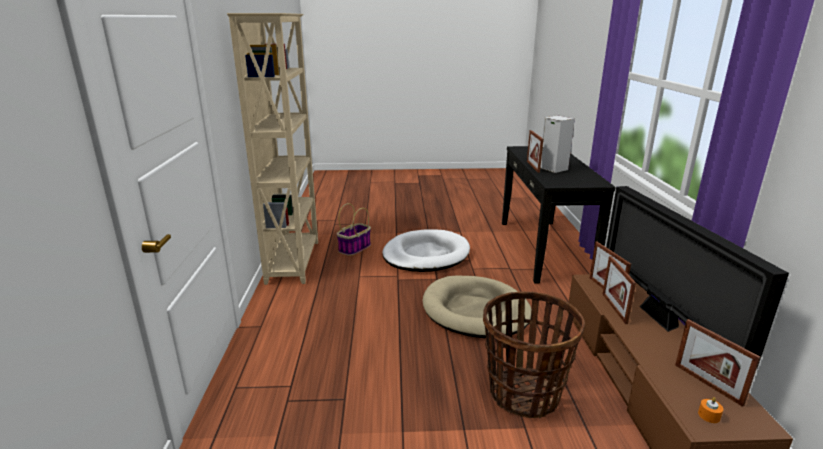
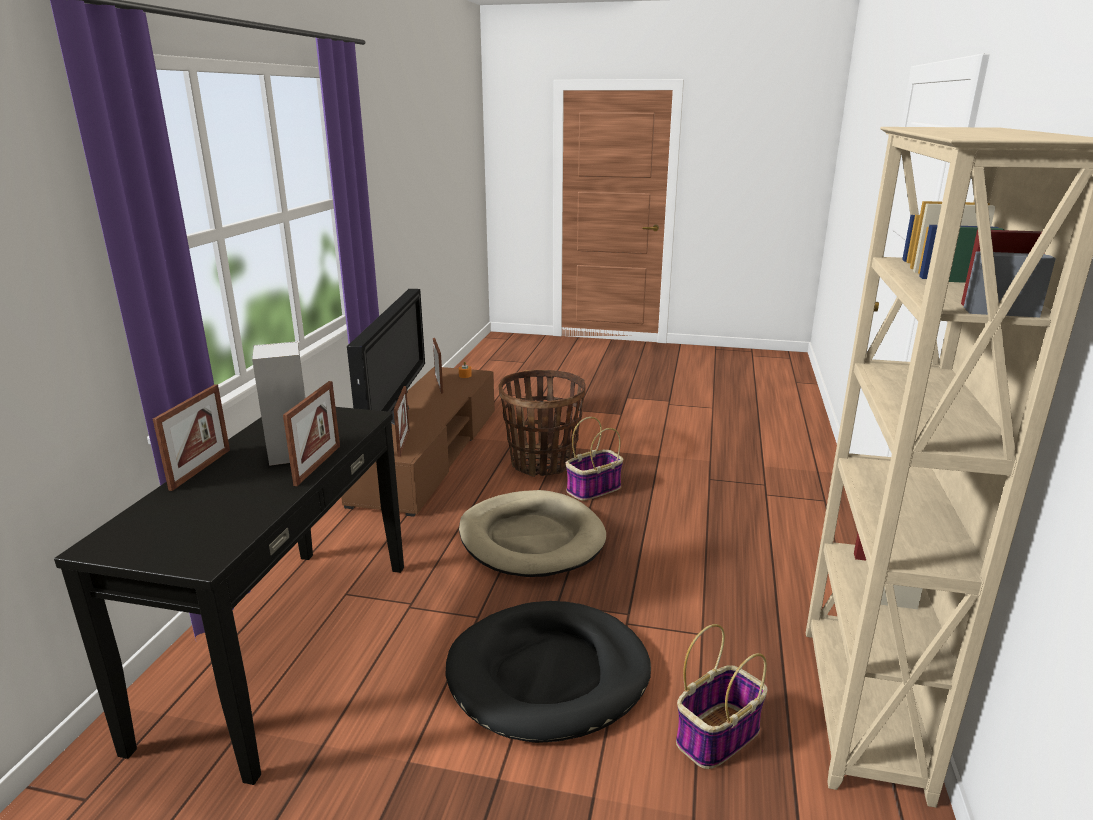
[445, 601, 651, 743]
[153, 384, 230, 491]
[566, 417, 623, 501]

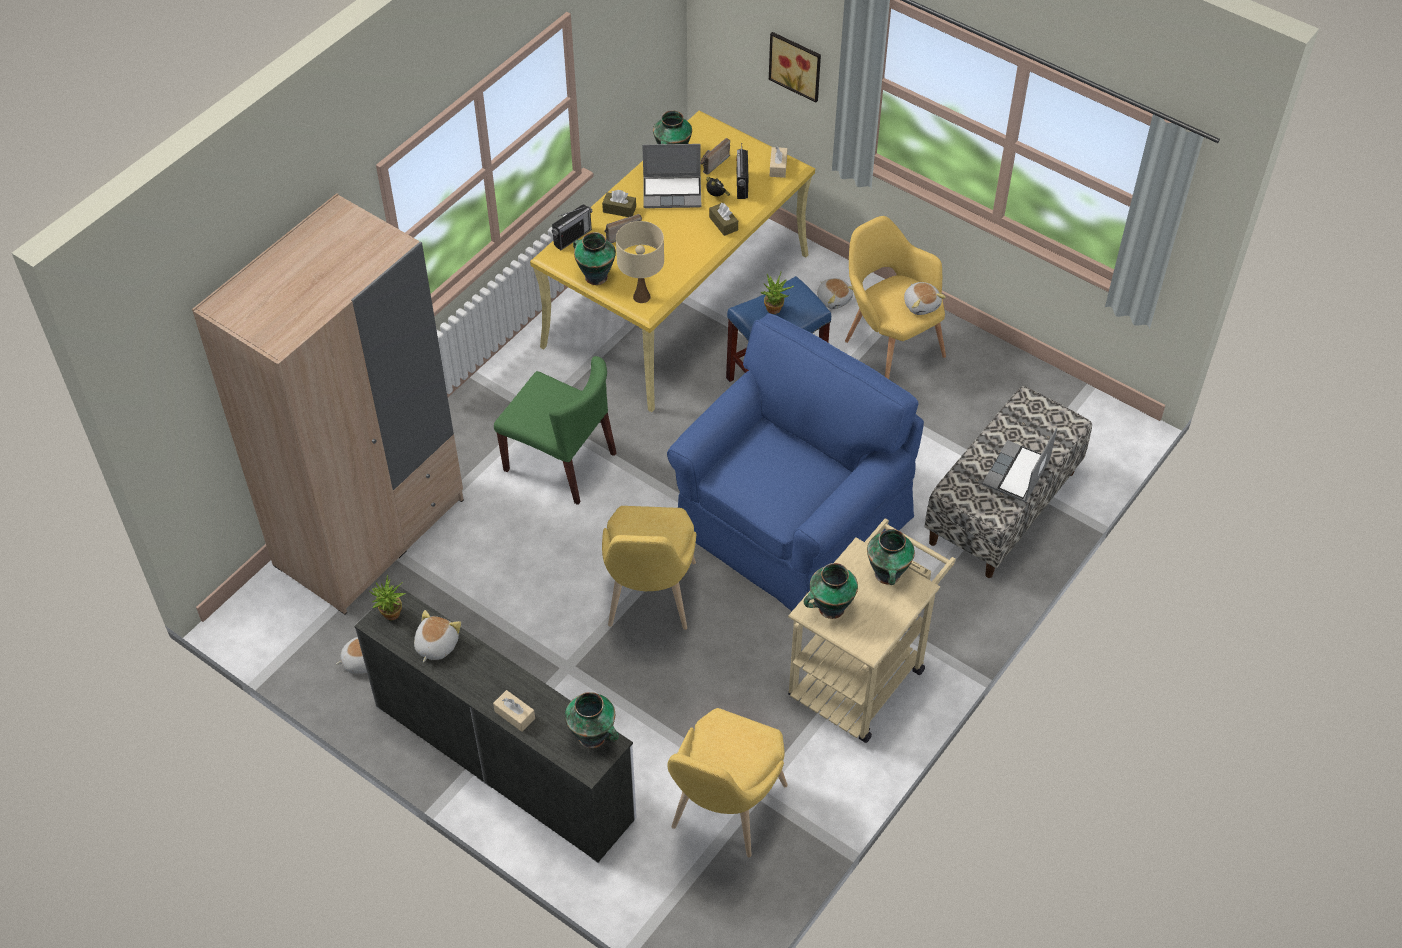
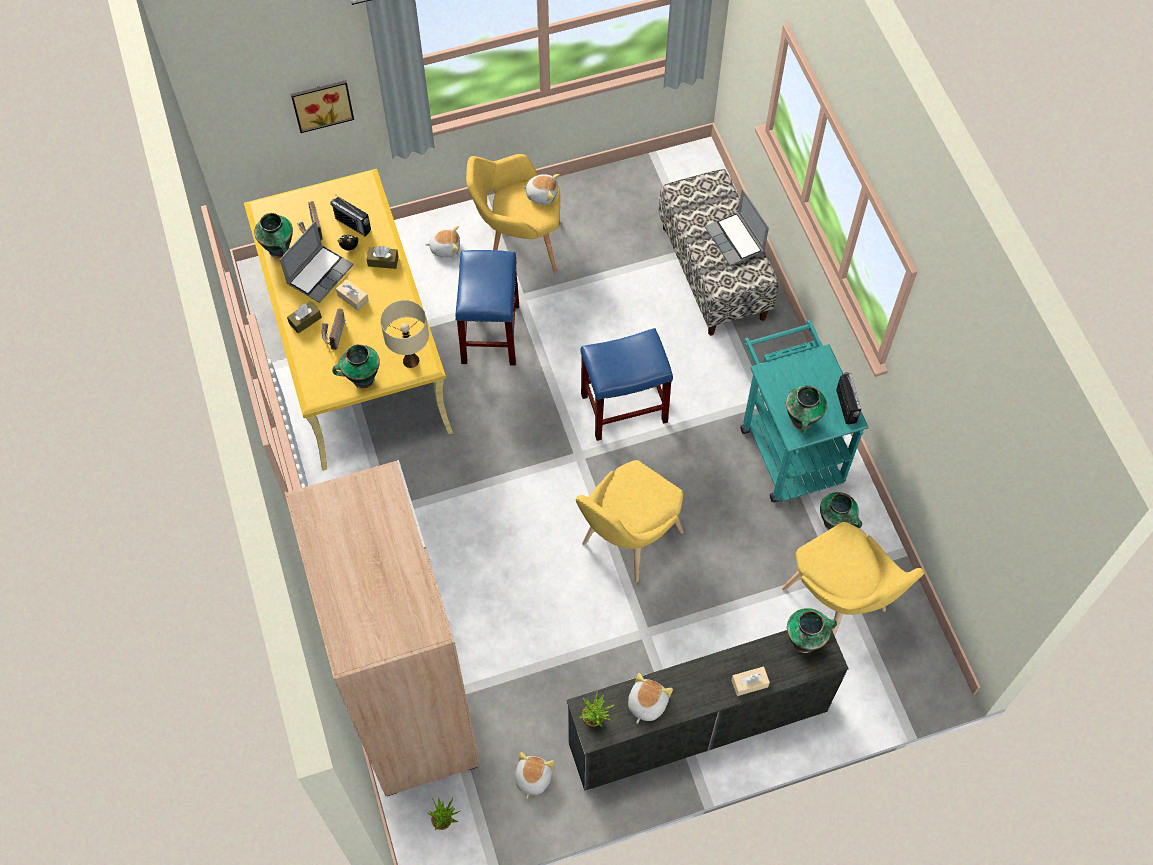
[336, 279, 369, 311]
[836, 372, 861, 424]
[427, 798, 460, 830]
[581, 328, 673, 441]
[494, 356, 616, 505] (first image)
[576, 460, 684, 583]
[740, 320, 869, 503]
[820, 492, 862, 530]
[628, 673, 673, 724]

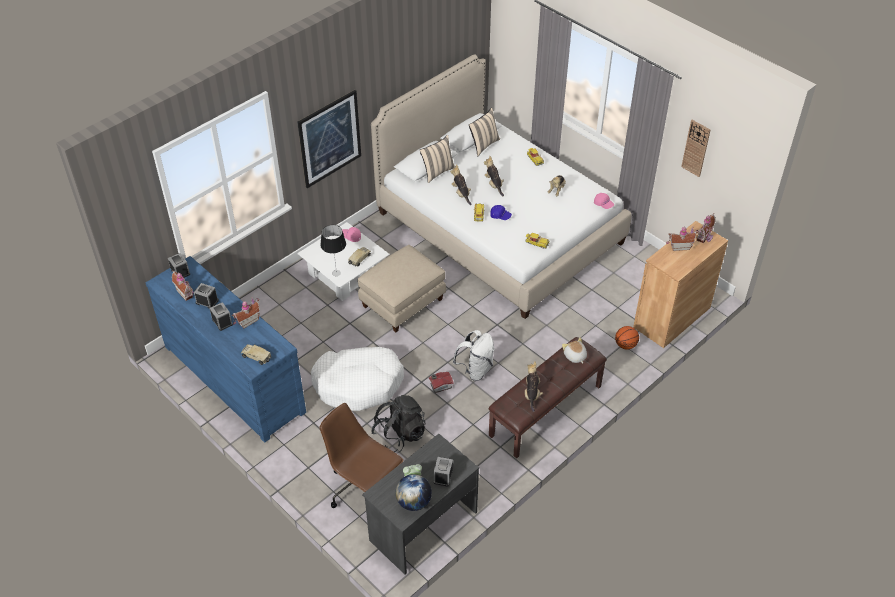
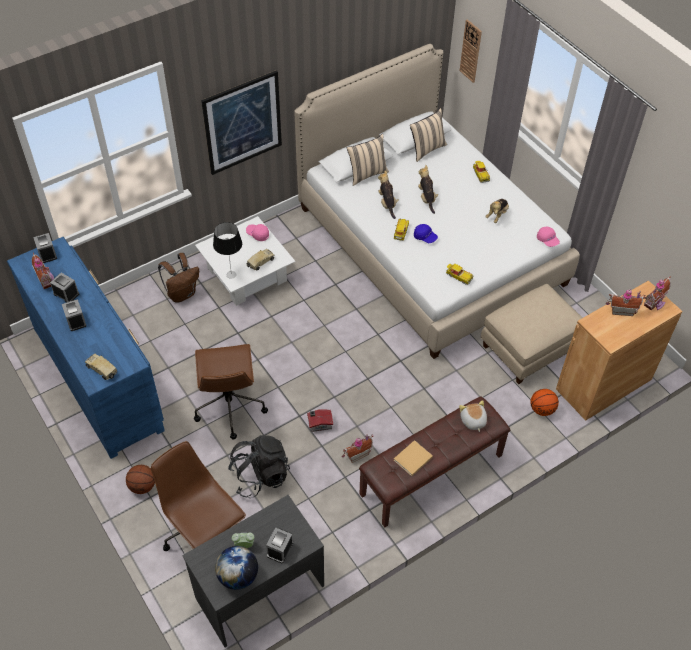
[459, 19, 482, 83]
[481, 284, 583, 384]
[341, 434, 373, 463]
[453, 330, 494, 381] (first image)
[194, 344, 268, 440]
[394, 440, 433, 476]
[158, 253, 199, 303]
[126, 465, 155, 494]

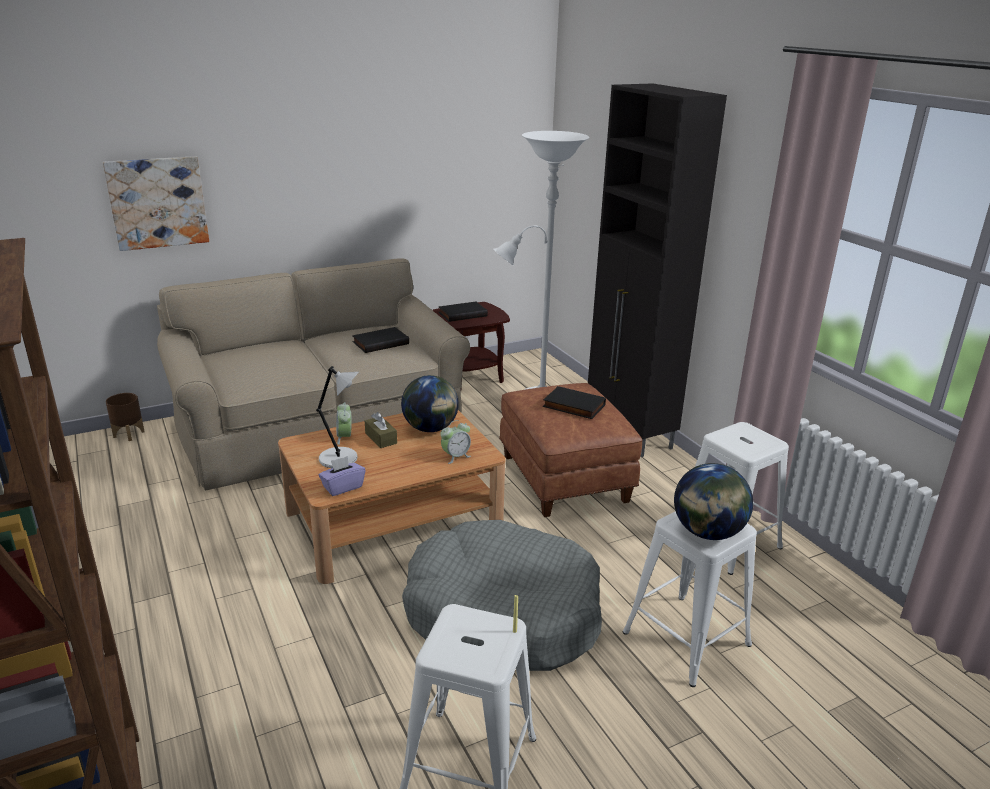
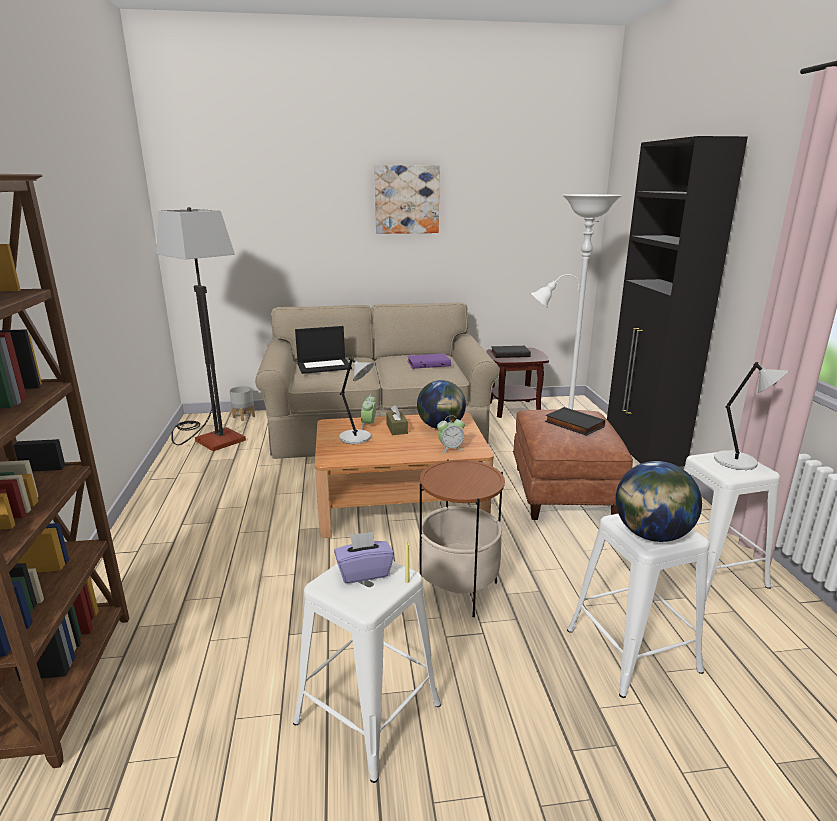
[374, 165, 440, 234]
[407, 353, 451, 369]
[229, 386, 255, 421]
[334, 531, 394, 583]
[418, 459, 505, 617]
[156, 207, 246, 451]
[295, 326, 352, 374]
[714, 362, 788, 470]

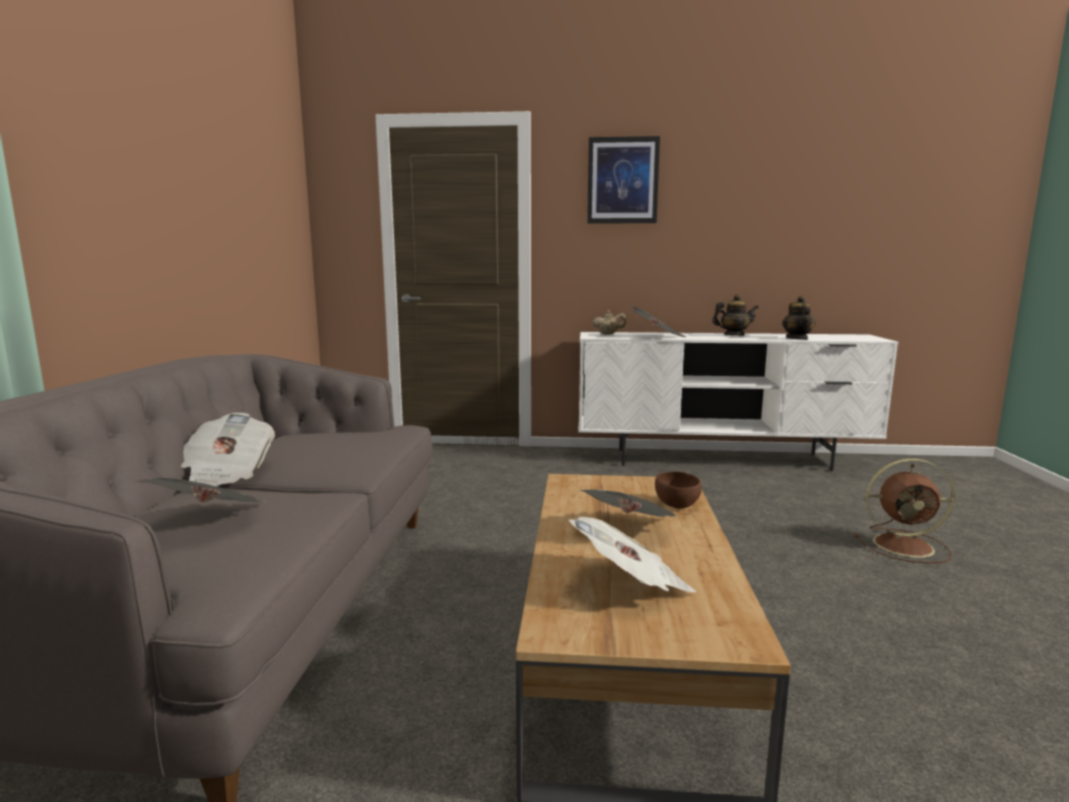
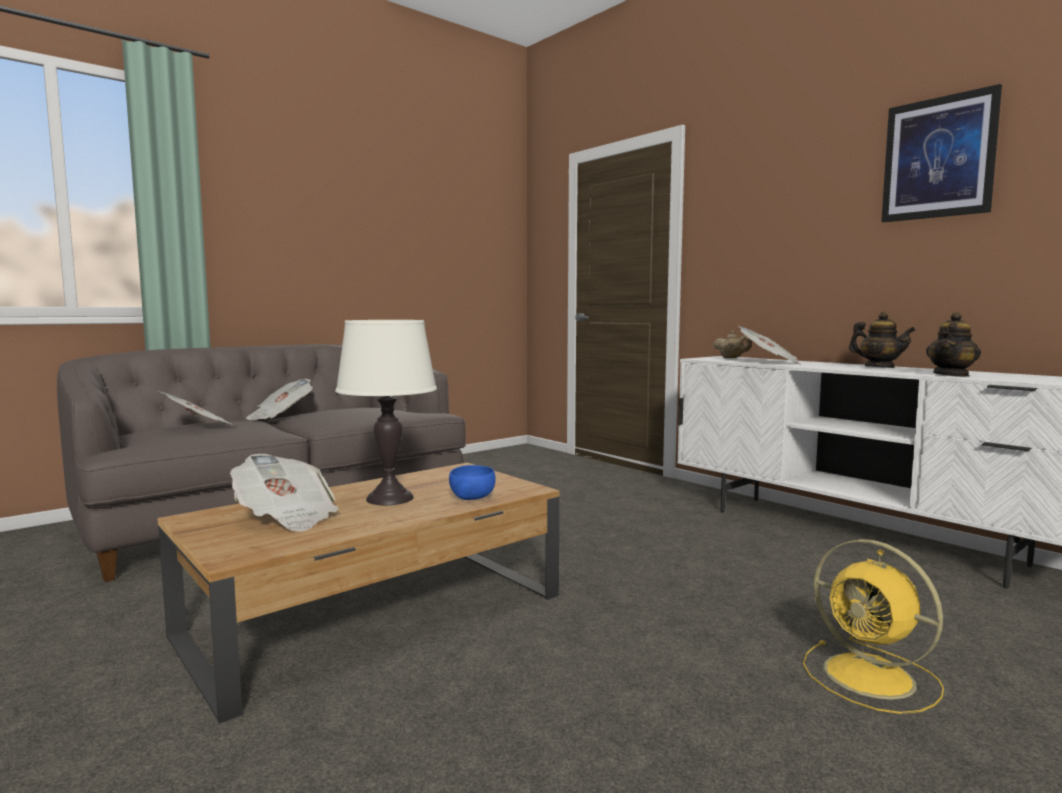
[881, 84, 1002, 222]
[803, 539, 944, 714]
[449, 465, 495, 500]
[335, 320, 437, 505]

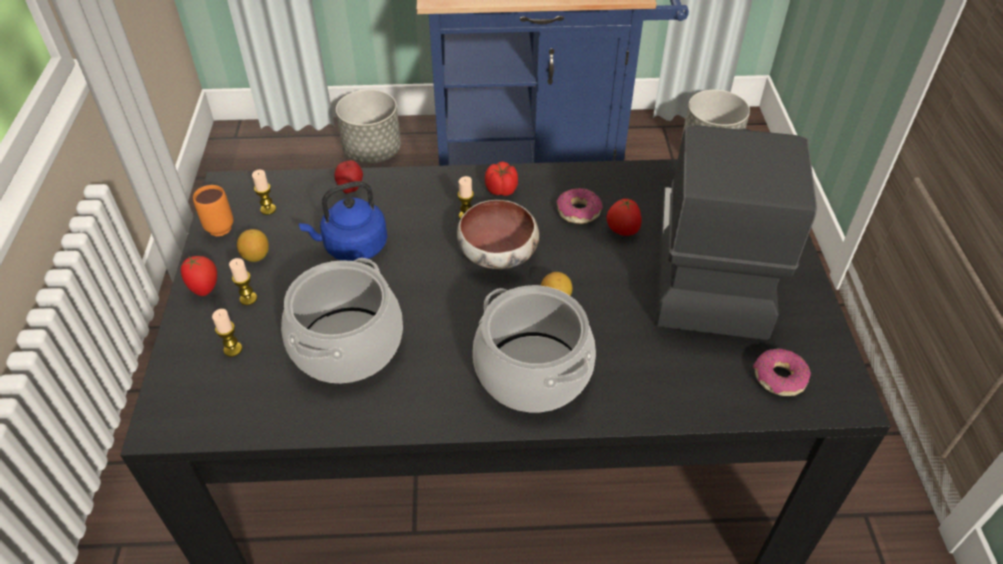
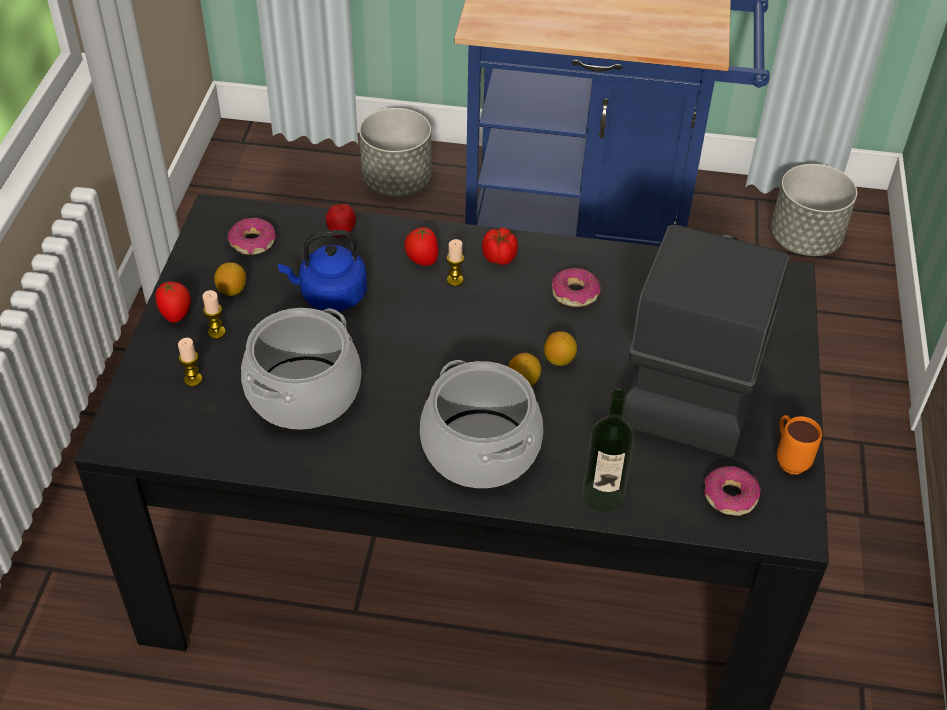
[228, 217, 276, 255]
[777, 415, 822, 474]
[404, 227, 438, 266]
[457, 200, 539, 269] (first image)
[544, 331, 577, 366]
[582, 389, 634, 512]

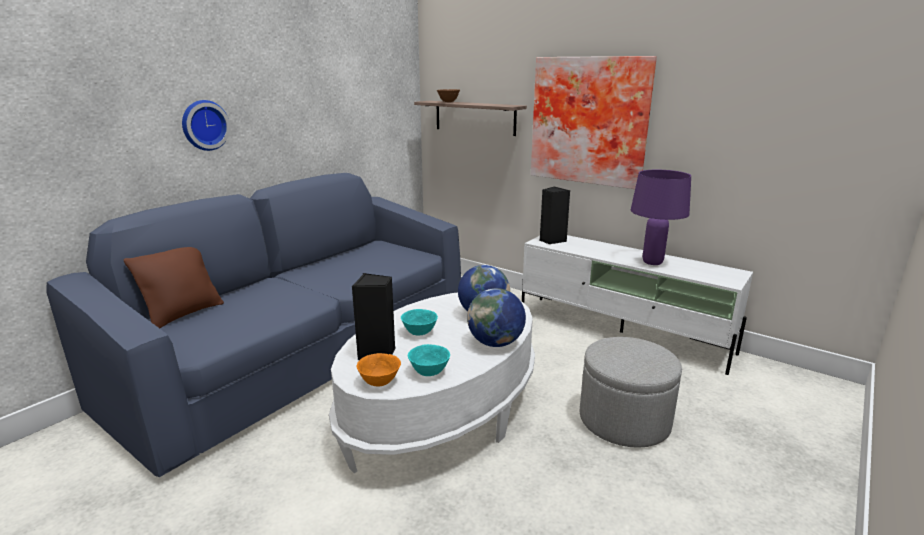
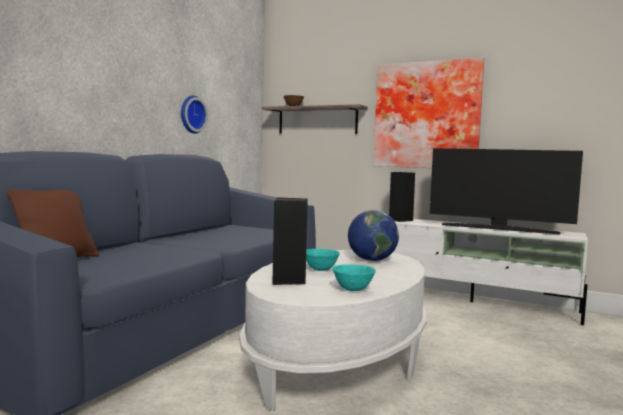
[181, 95, 208, 134]
[430, 148, 583, 234]
[467, 288, 526, 347] (first image)
[580, 337, 682, 448] (first image)
[357, 353, 401, 387] (first image)

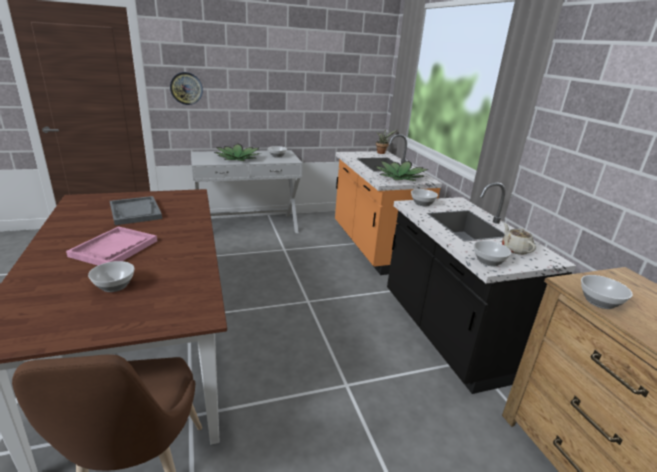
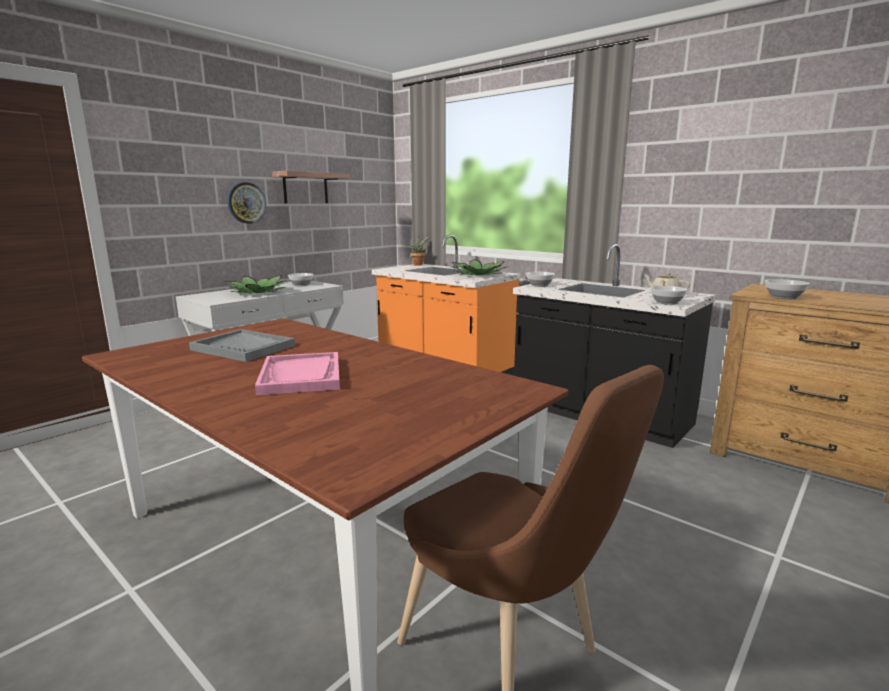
[227, 182, 266, 224]
[88, 261, 135, 292] (first image)
[272, 171, 350, 204]

